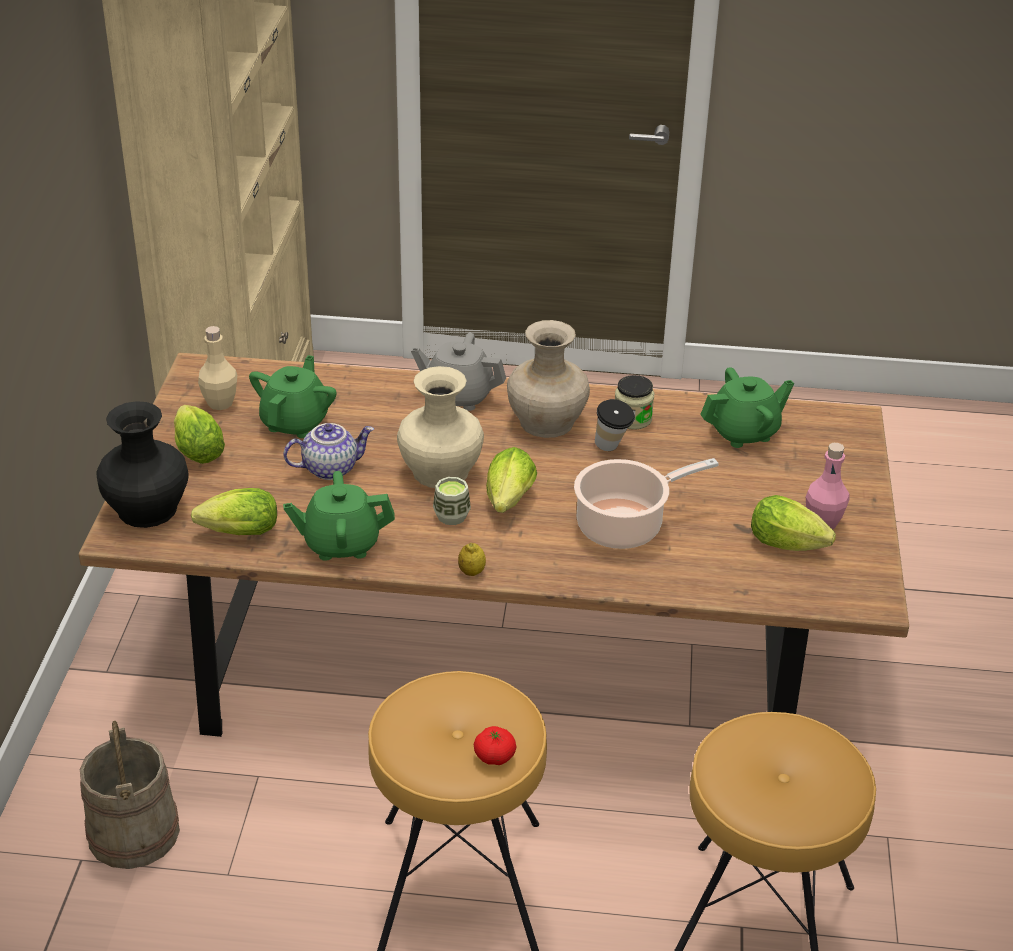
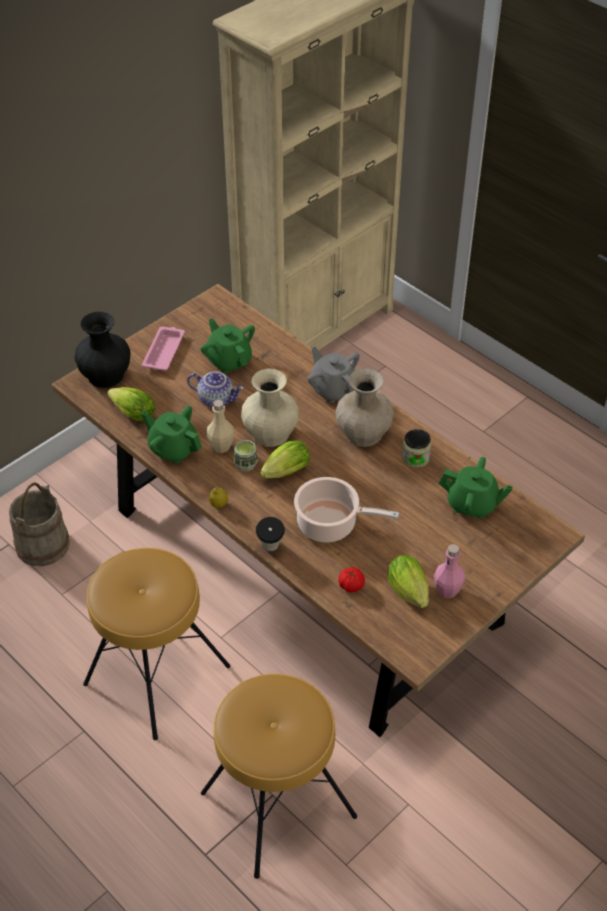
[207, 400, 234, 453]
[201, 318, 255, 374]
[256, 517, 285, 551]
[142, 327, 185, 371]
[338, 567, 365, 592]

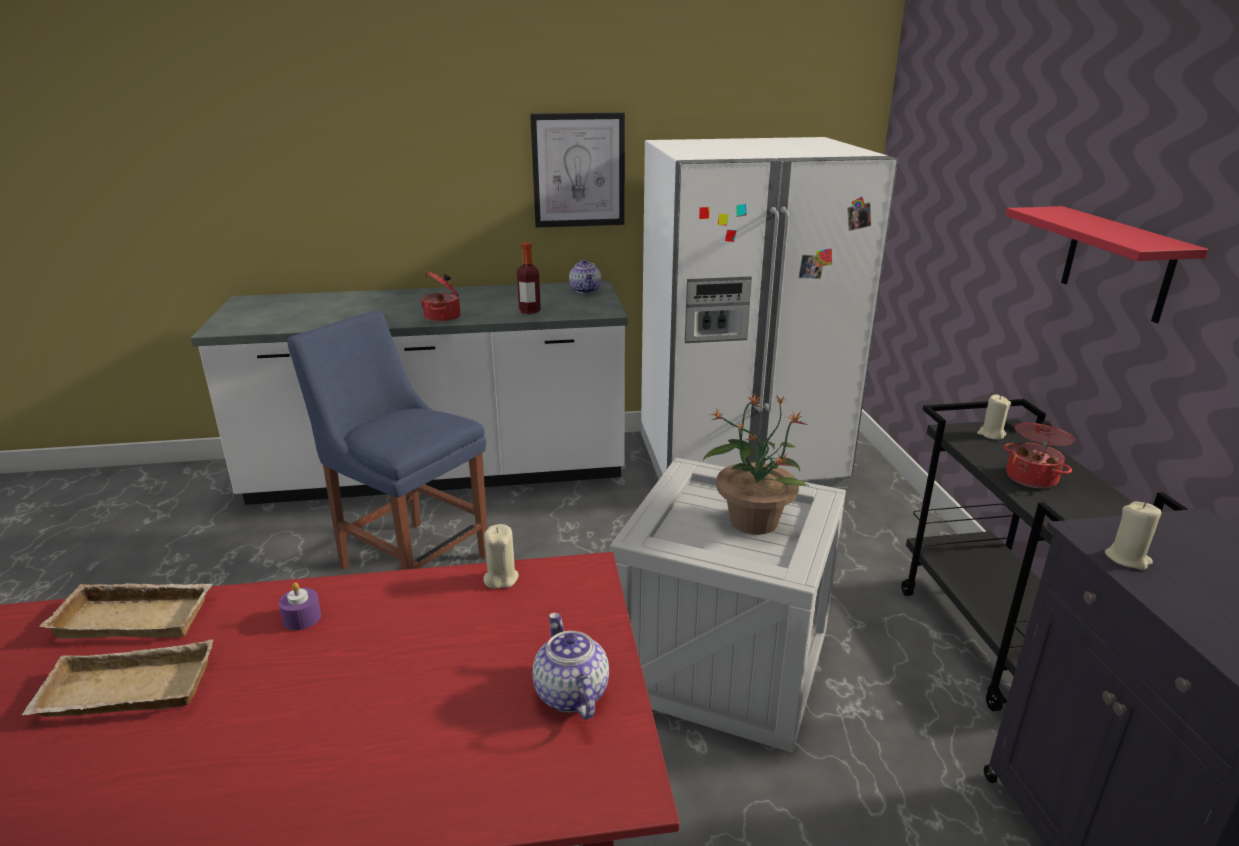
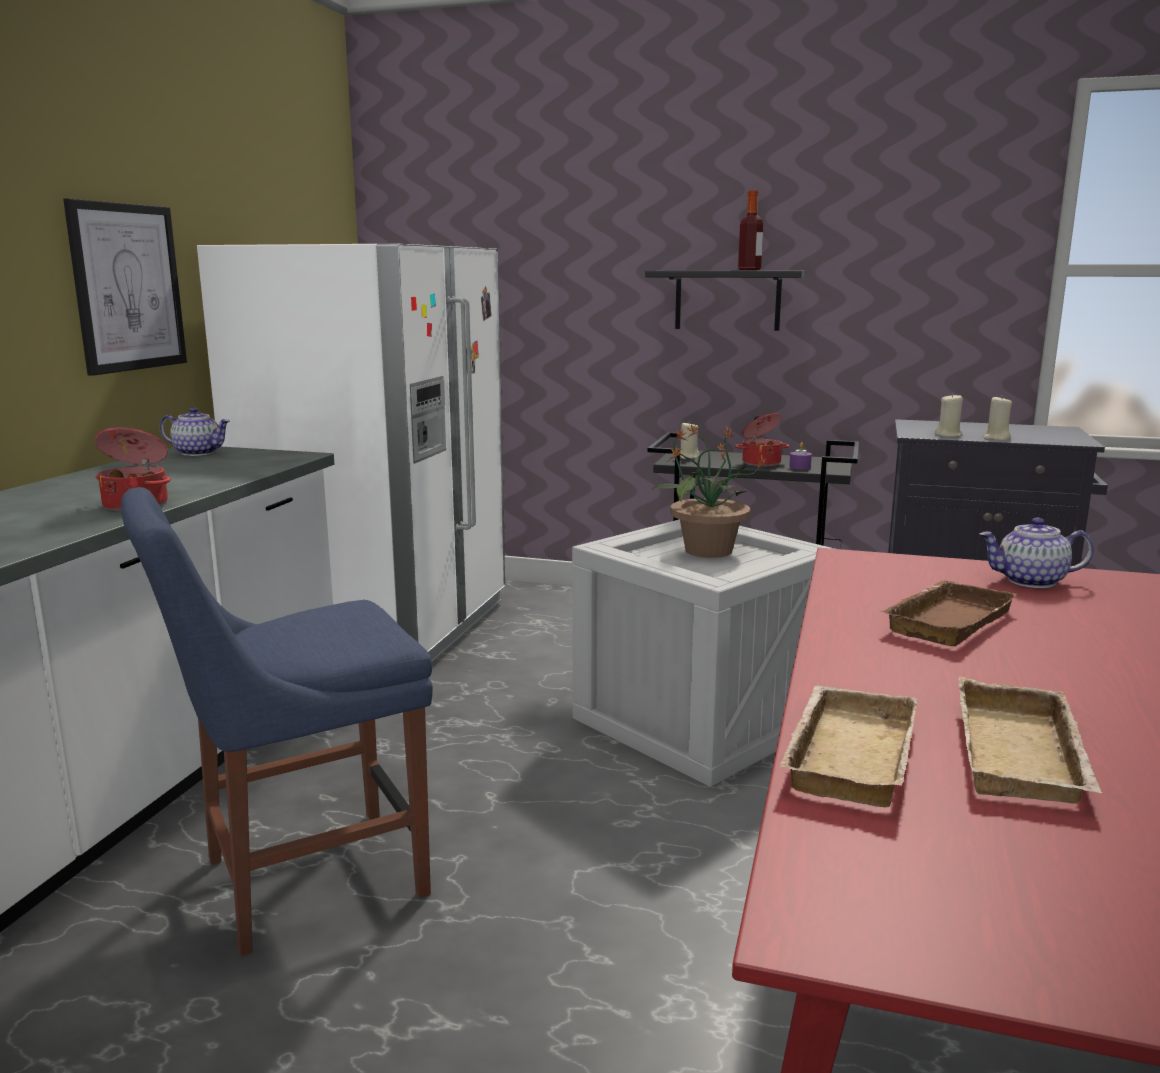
[645, 270, 805, 331]
[738, 190, 763, 270]
[983, 395, 1012, 440]
[789, 442, 812, 469]
[880, 580, 1017, 646]

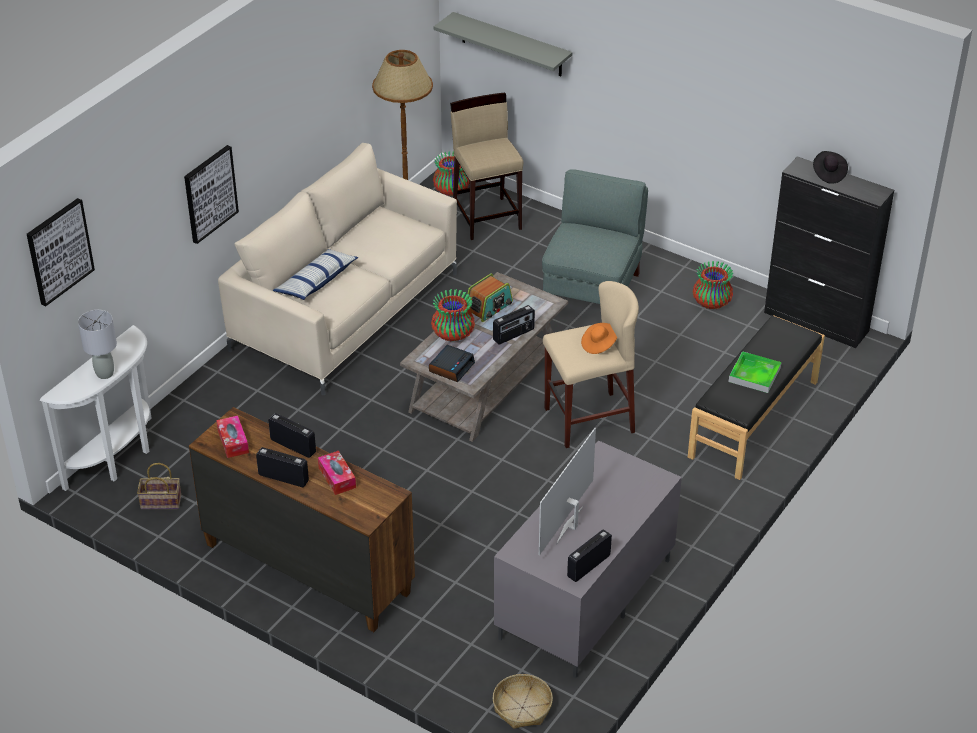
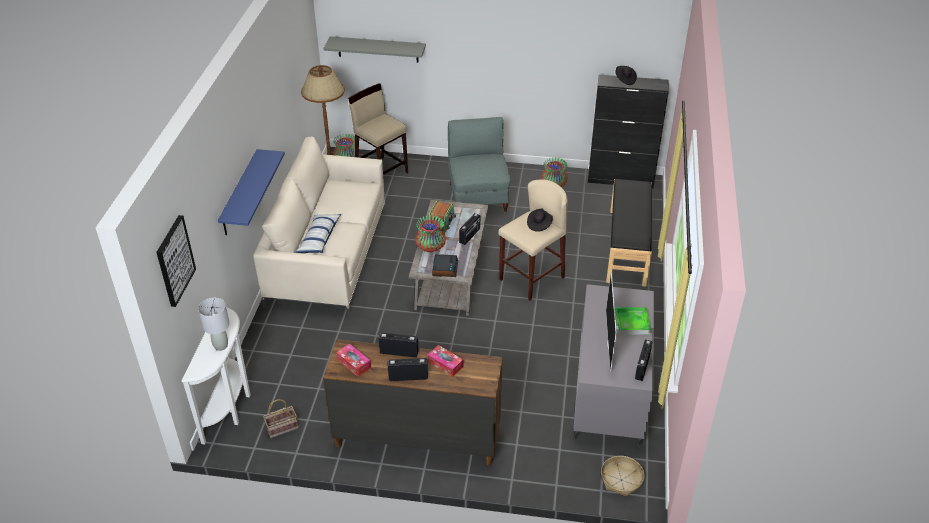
[218, 149, 285, 235]
[527, 209, 553, 232]
[615, 307, 651, 335]

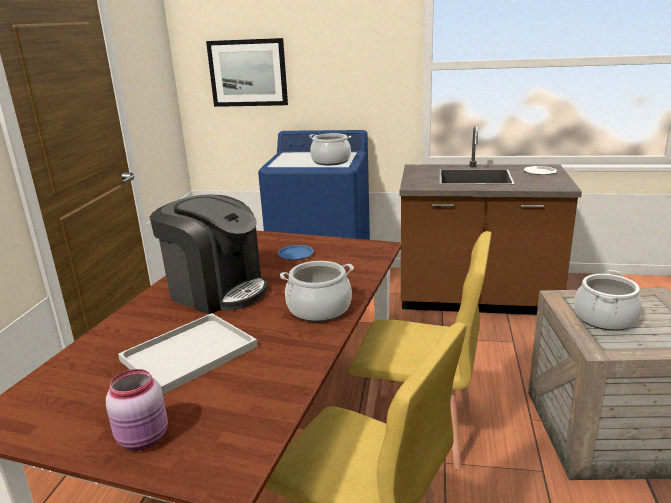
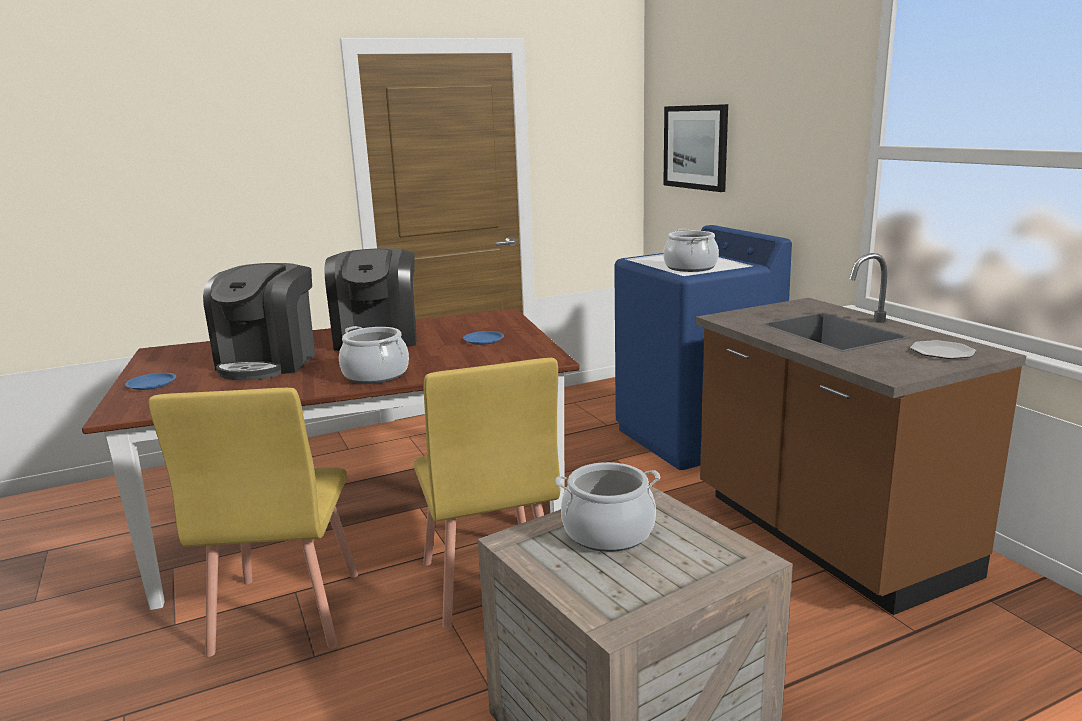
[203, 263, 315, 380]
[125, 373, 176, 390]

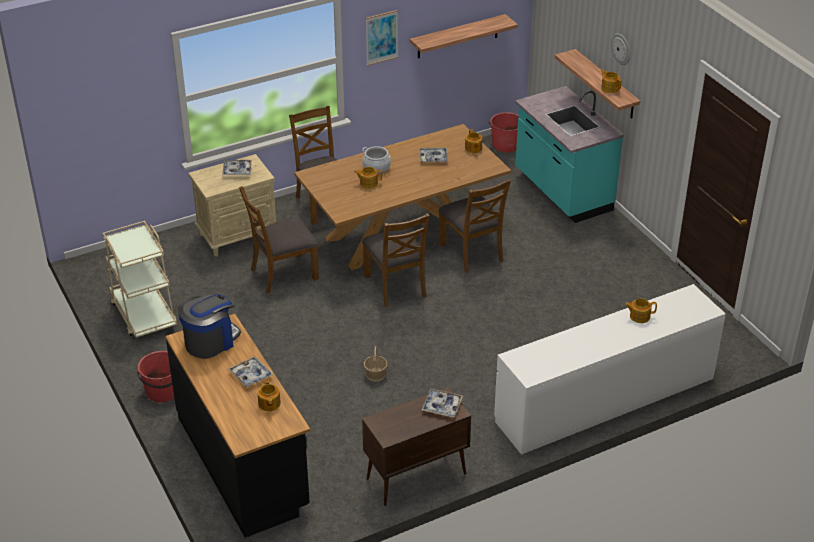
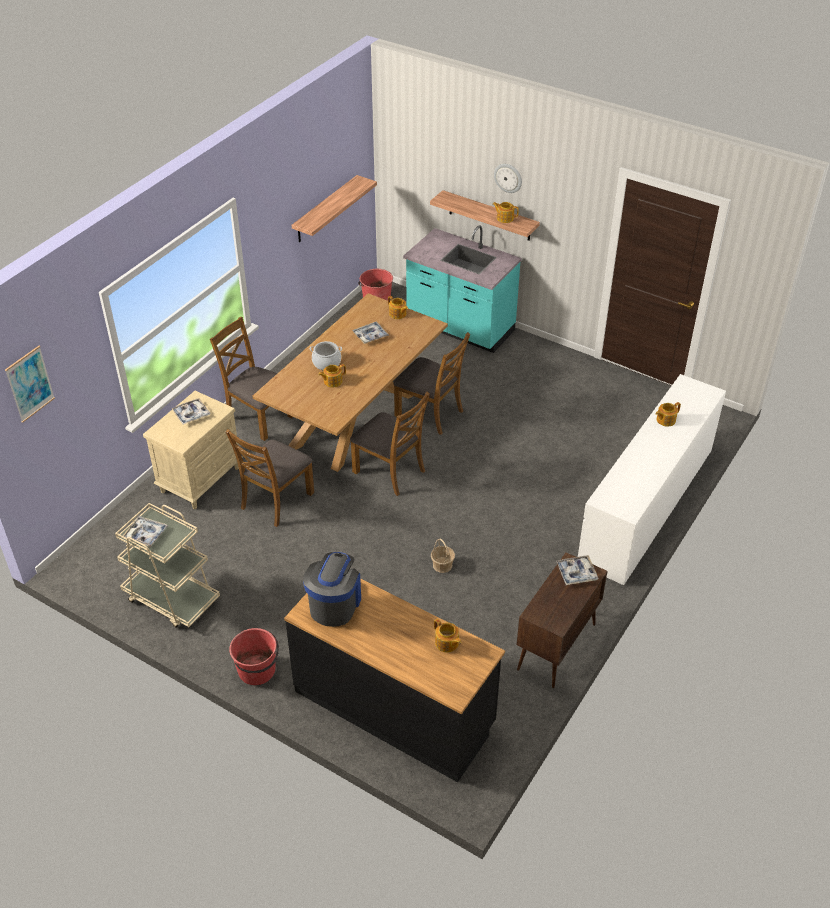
[5, 346, 55, 423]
[123, 516, 168, 547]

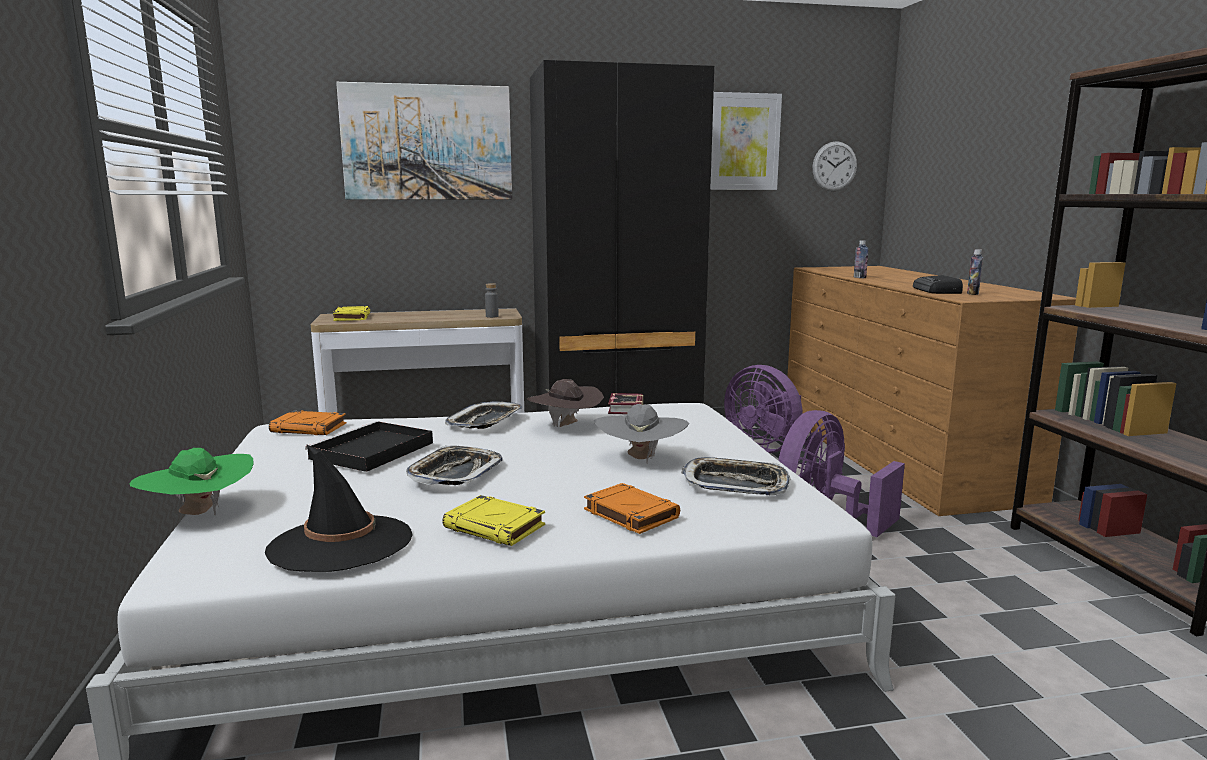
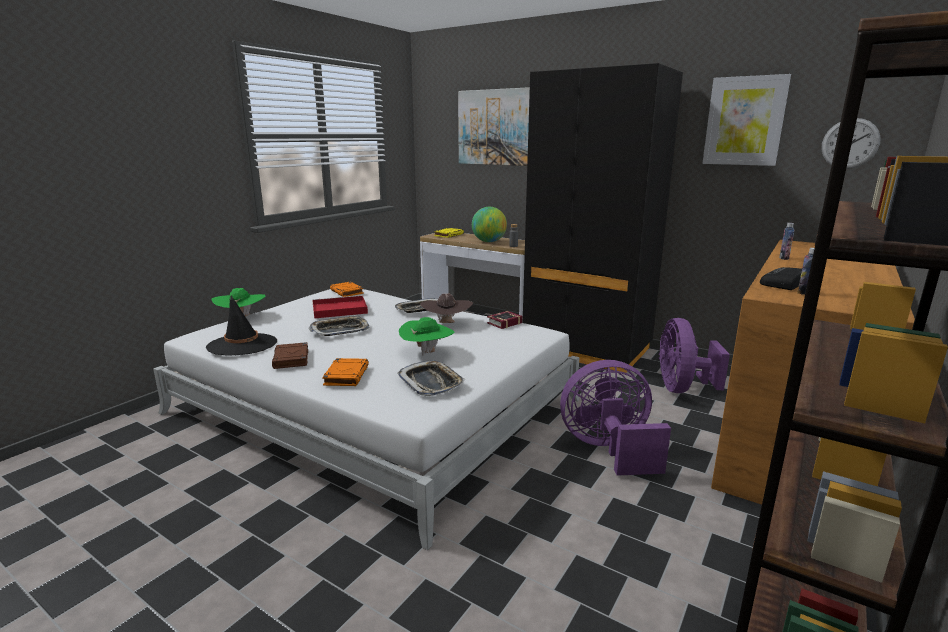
[399, 317, 455, 356]
[312, 295, 368, 319]
[272, 342, 308, 369]
[472, 207, 507, 242]

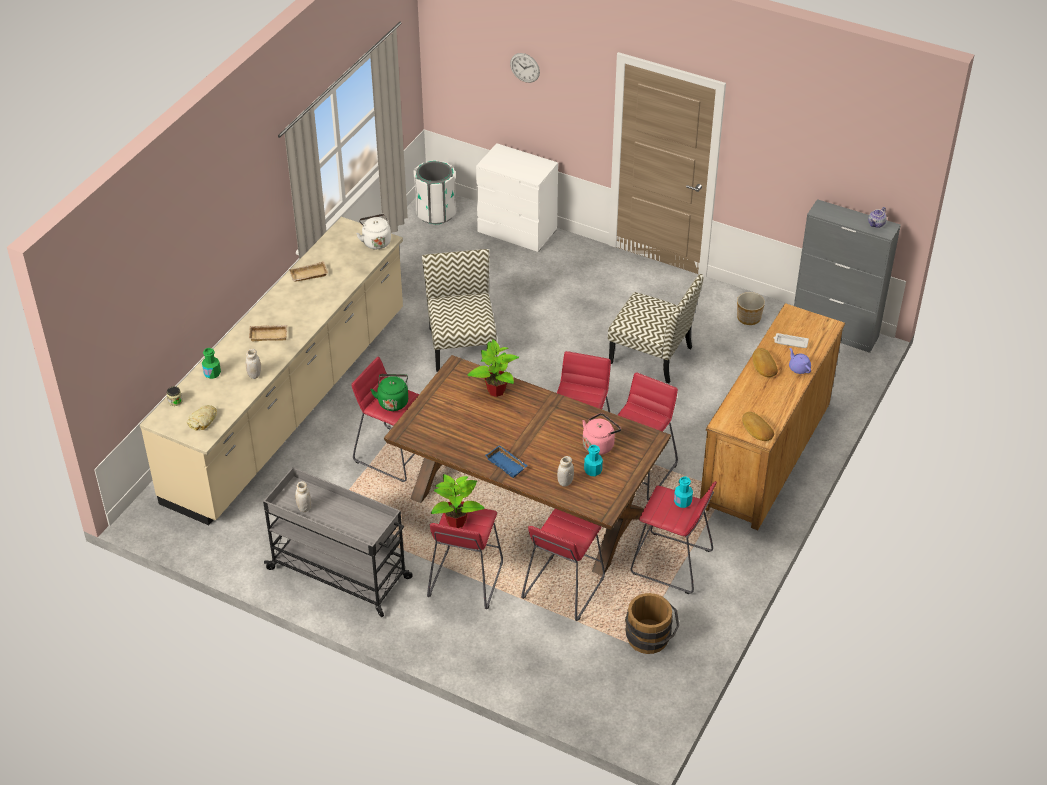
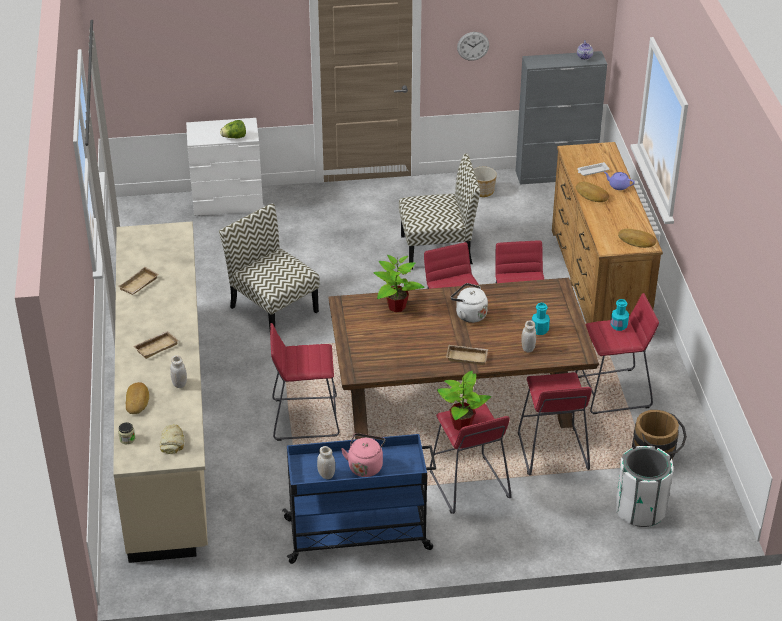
[457, 32, 489, 61]
[615, 446, 673, 527]
[451, 283, 488, 323]
[126, 382, 149, 414]
[370, 374, 408, 411] (first image)
[341, 433, 386, 477]
[446, 345, 488, 365]
[282, 434, 436, 564]
[220, 120, 246, 139]

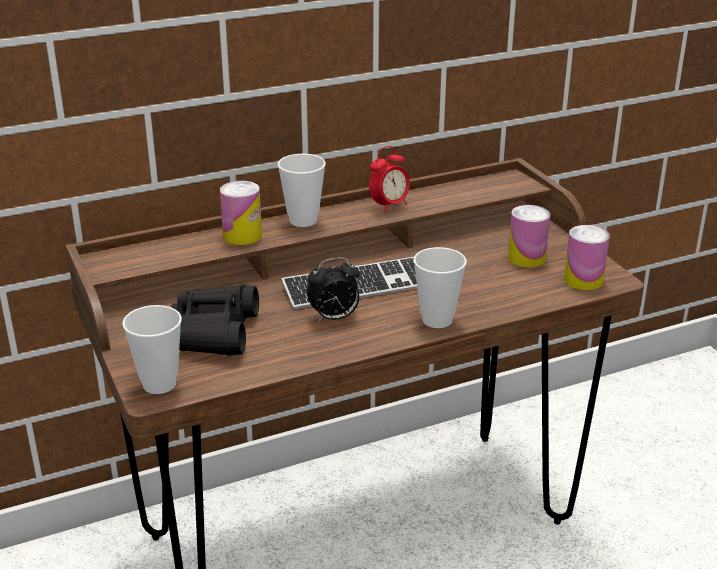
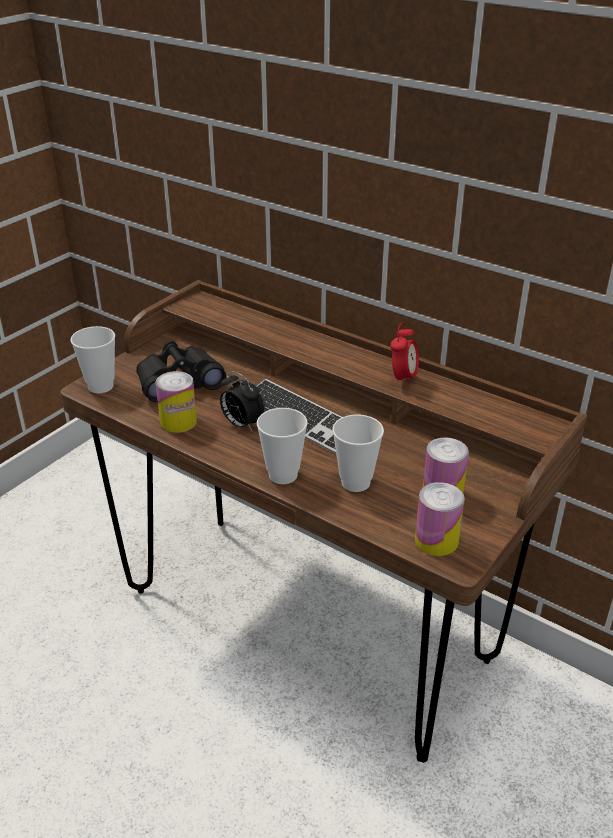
[390, 323, 419, 387]
[332, 414, 384, 492]
[155, 371, 197, 433]

